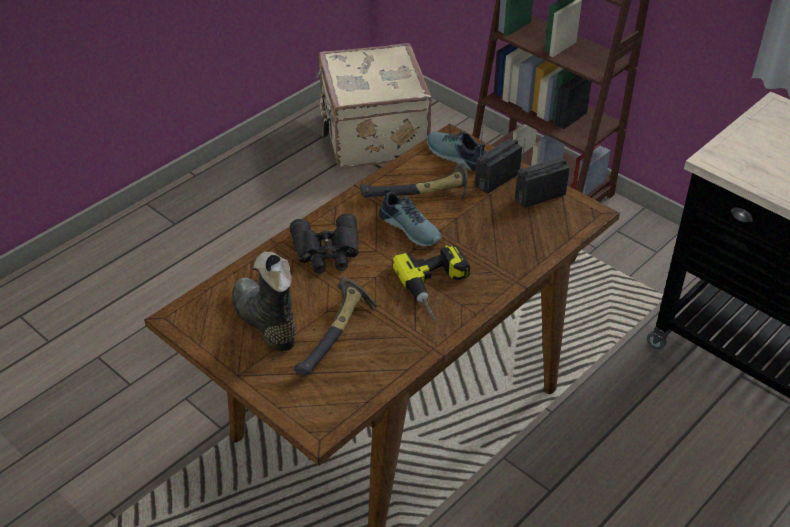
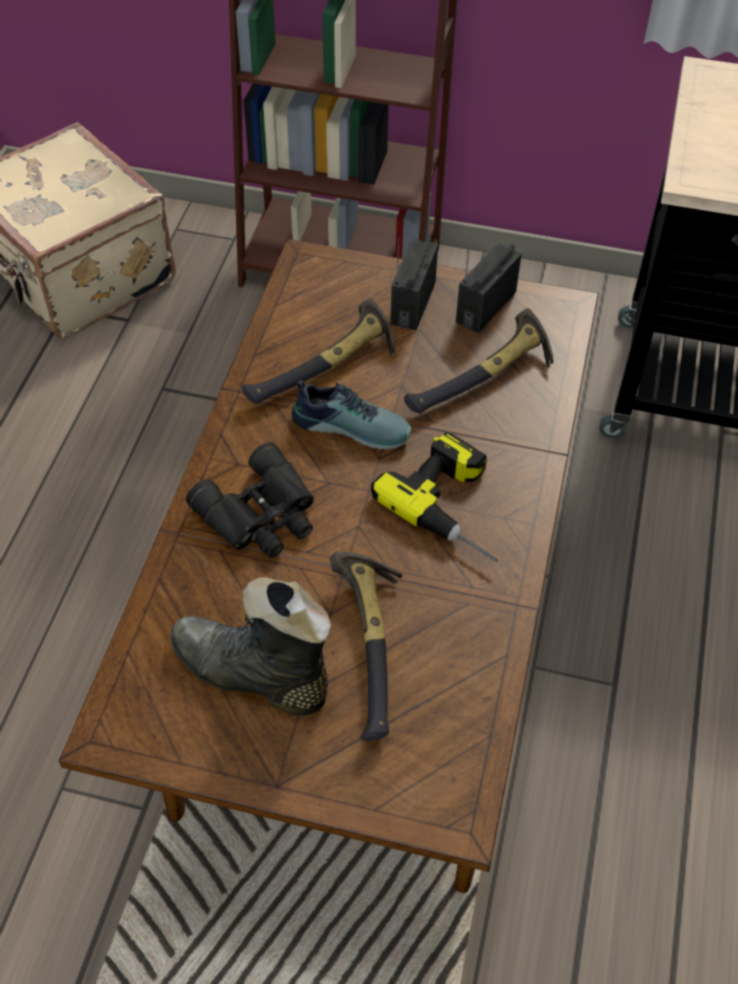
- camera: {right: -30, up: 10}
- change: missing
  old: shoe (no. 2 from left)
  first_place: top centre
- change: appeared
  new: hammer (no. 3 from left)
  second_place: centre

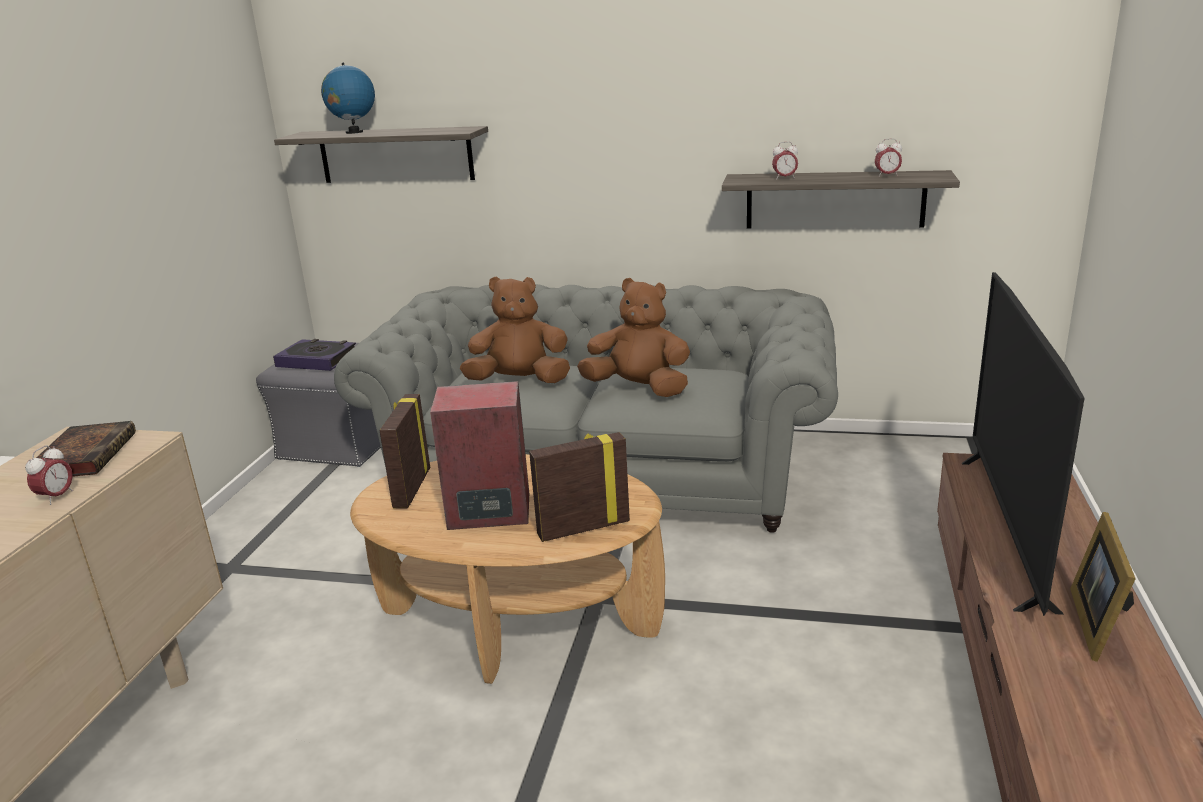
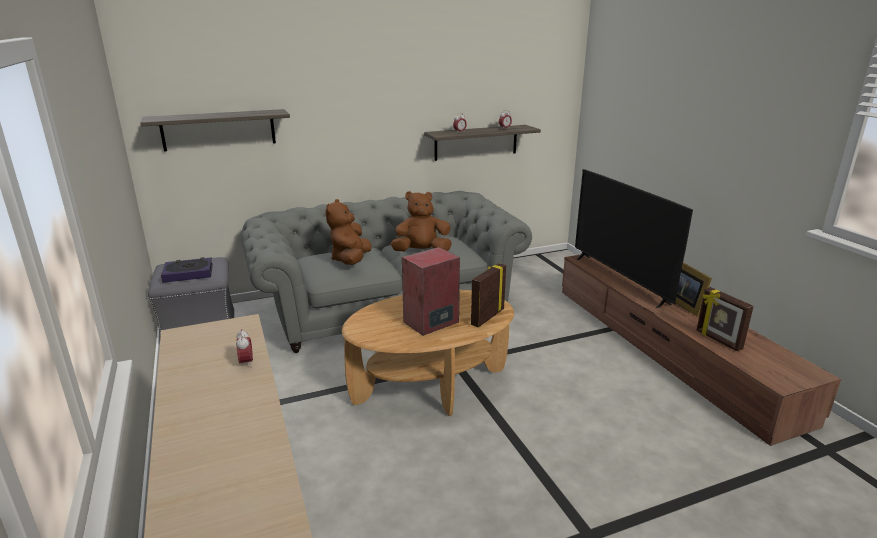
- camera: {right: -35, up: 0}
- change: missing
  old: book (no. 1 from left)
  first_place: middle left
- change: missing
  old: globe
  first_place: top left
- change: relocated
  old: picture frame (no. 1 from left in the first image)
  new: picture frame (no. 3 from left)
  first_place: centre
  second_place: middle right
- change: spun
  old: brown plush toy (no. 1 from left)
  first_place: centre
  second_place: centre
  degrees: -45

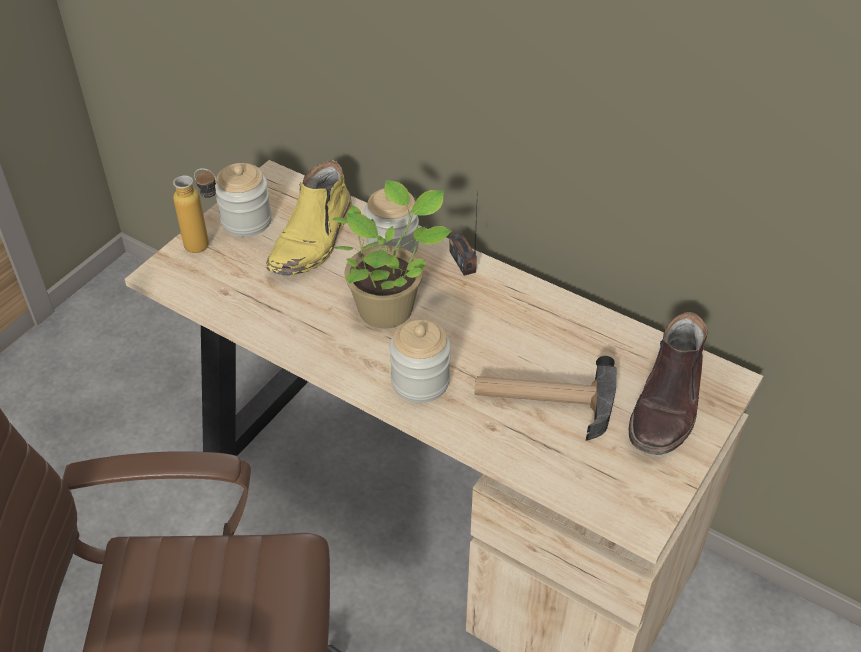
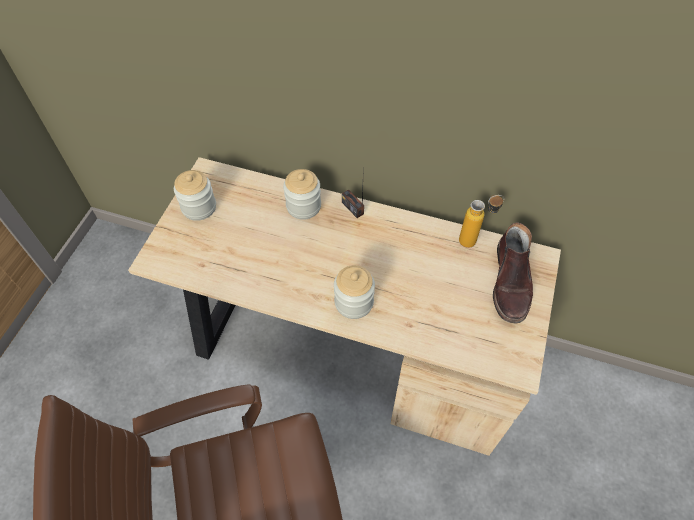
- camera: {right: -15, up: 10}
- change: relocated
  old: bottle
  first_place: top left
  second_place: middle right
- change: missing
  old: yellow boot
  first_place: top centre
- change: missing
  old: potted plant
  first_place: centre
- change: missing
  old: hammer
  first_place: centre

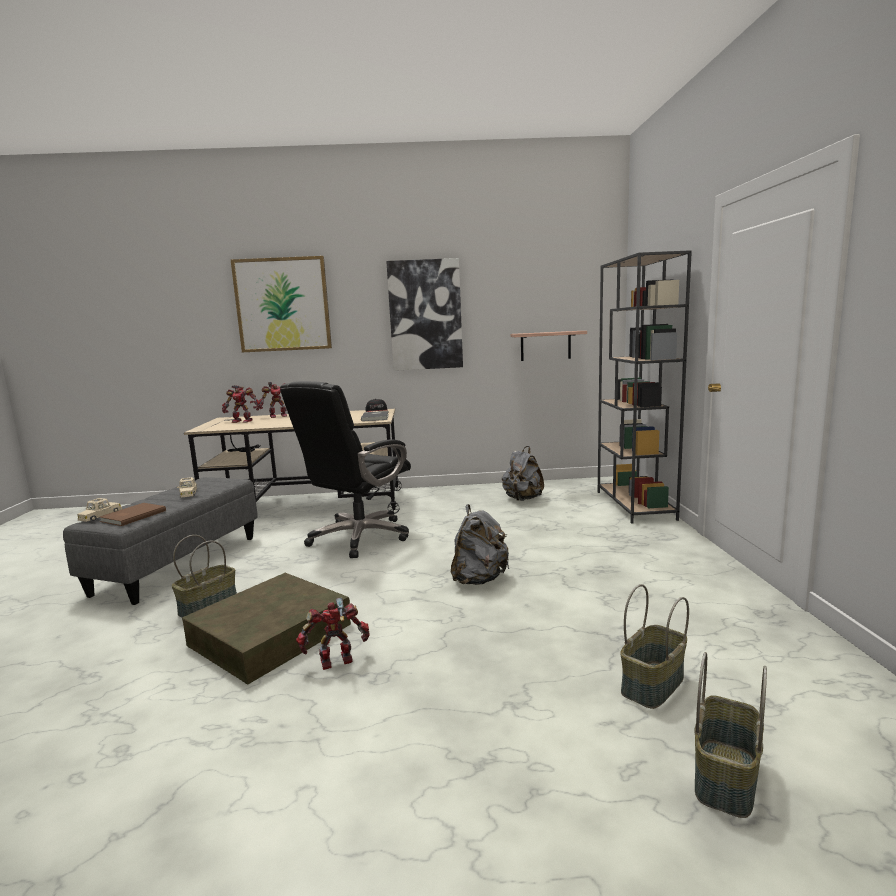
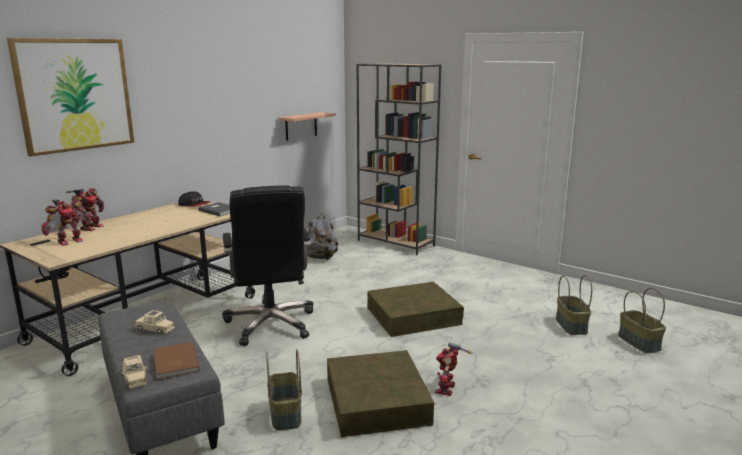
- camera: {right: -50, up: 5}
- change: missing
  old: picture (no. 2 from left)
  first_place: centre
- change: exchanged
  old: grey backpack (no. 1 from left)
  new: brown storage box (no. 2 from left)
  first_place: centre
  second_place: bottom centre

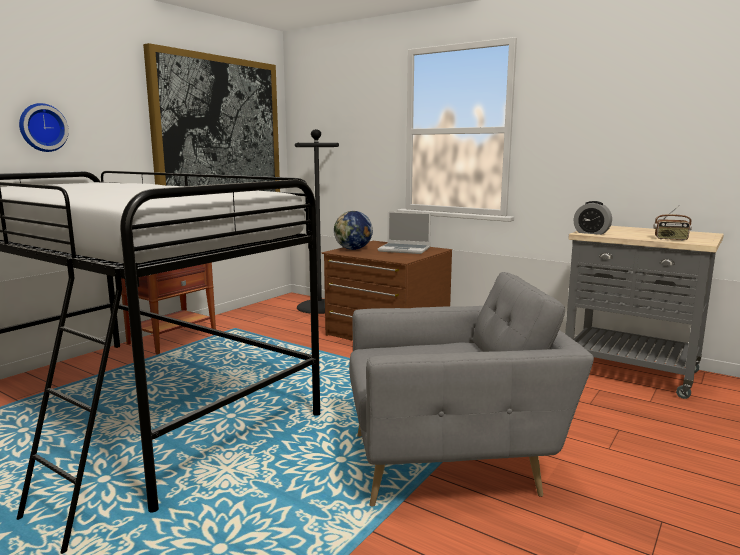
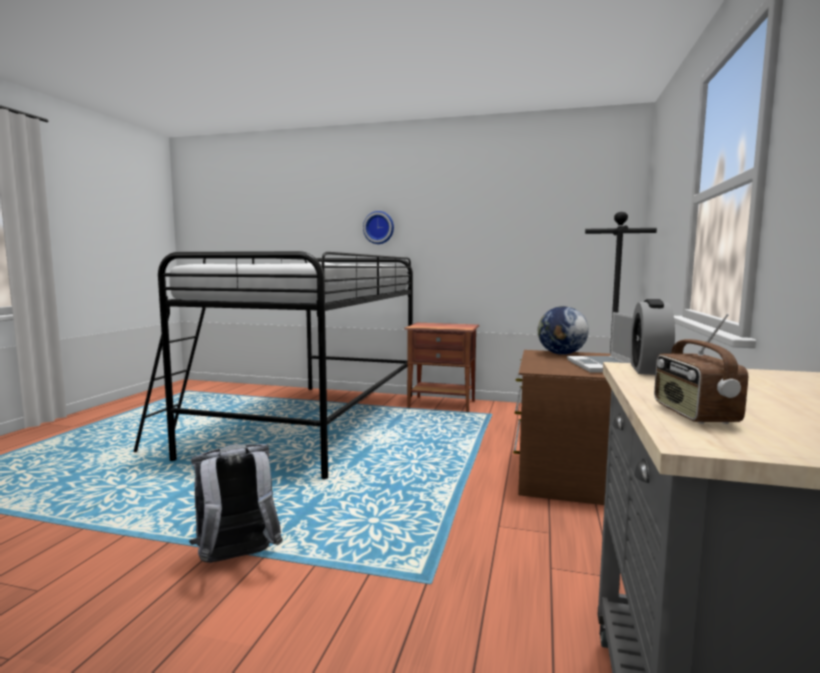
- camera: {right: 70, up: -5}
- change: missing
  old: picture
  first_place: top left
- change: exchanged
  old: grey armchair
  new: grey backpack
  first_place: bottom centre
  second_place: bottom left

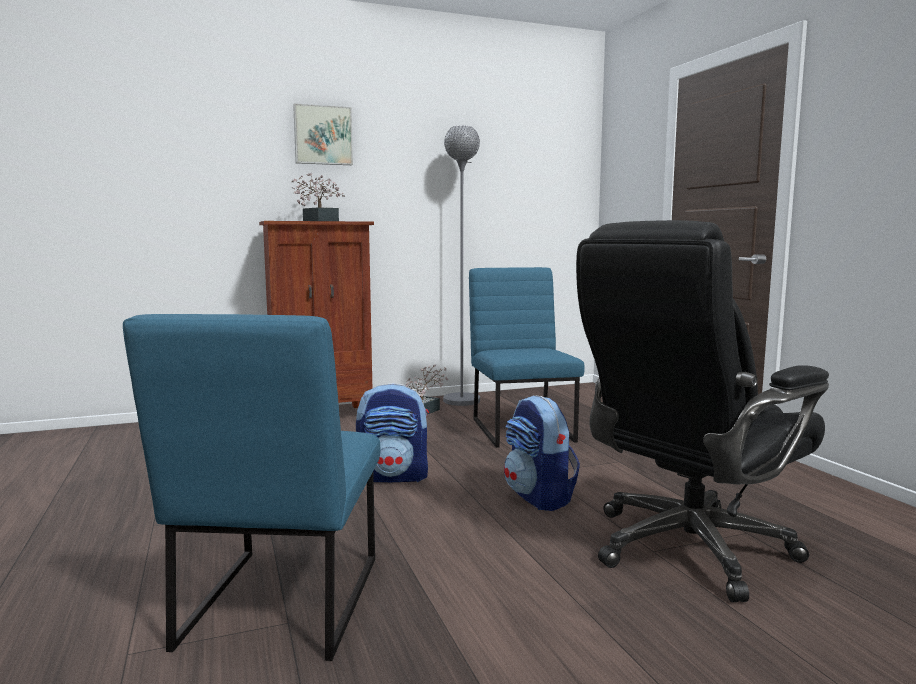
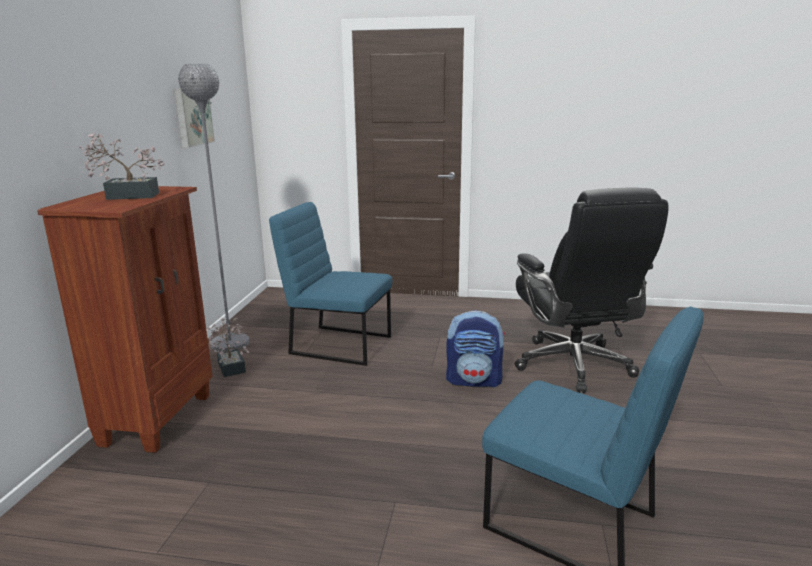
- camera: {right: -60, up: 10}
- change: relocated
  old: picture
  first_place: top centre
  second_place: top left
- change: missing
  old: backpack (no. 1 from left)
  first_place: centre

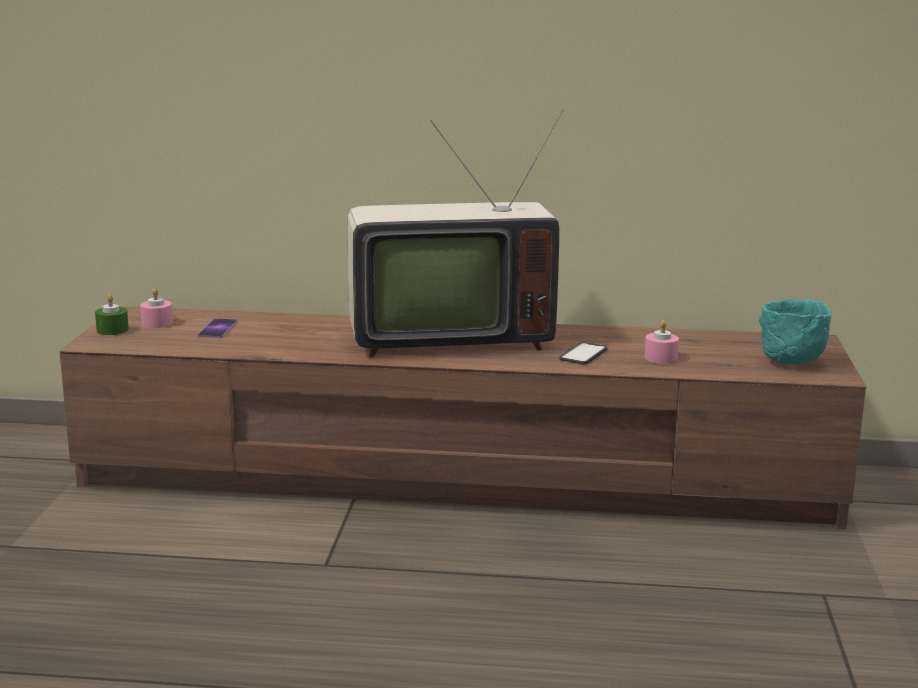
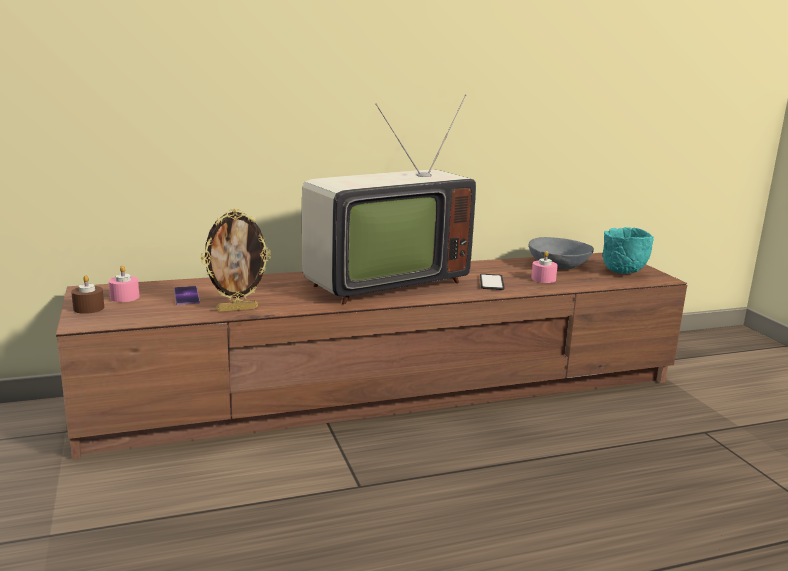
- camera: {right: -25, up: 0}
- change: colour
  old: green candle
  new: brown candle
  first_place: middle left
  second_place: middle left
- change: appeared
  new: picture frame
  second_place: middle left
- change: appeared
  new: grey bowl
  second_place: middle right

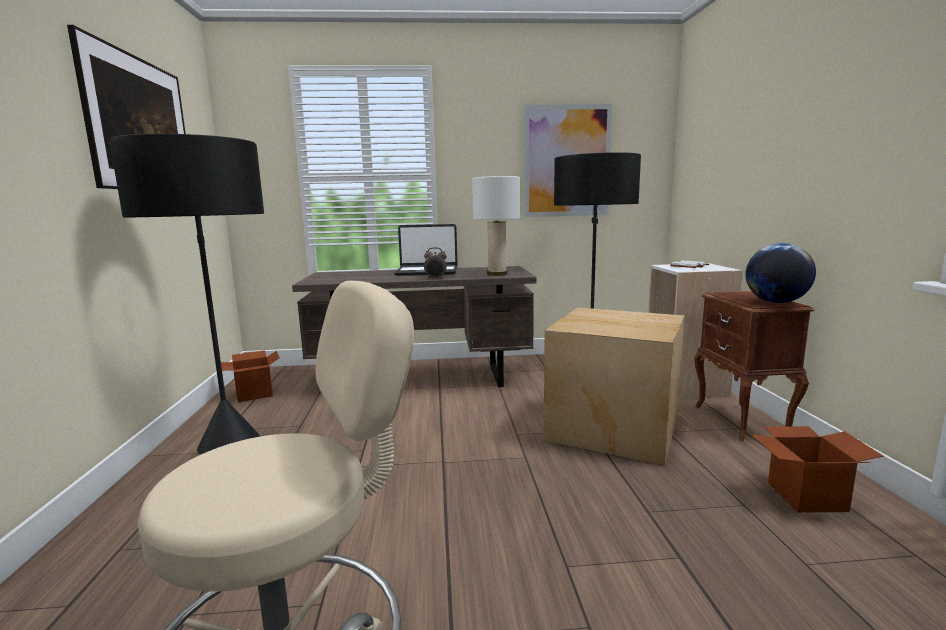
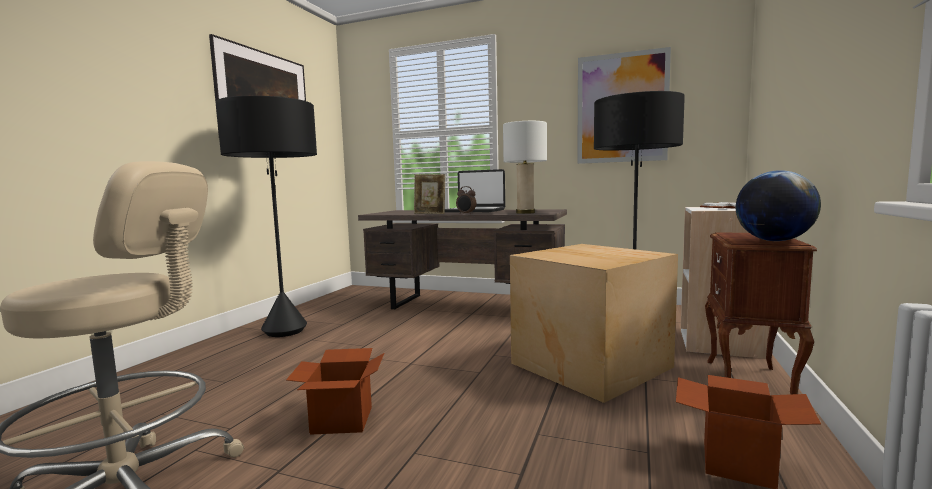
- camera: {right: 25, up: -5}
- change: relocated
  old: cardboard box (no. 1 from left)
  first_place: middle left
  second_place: bottom centre
- change: appeared
  new: picture frame
  second_place: centre

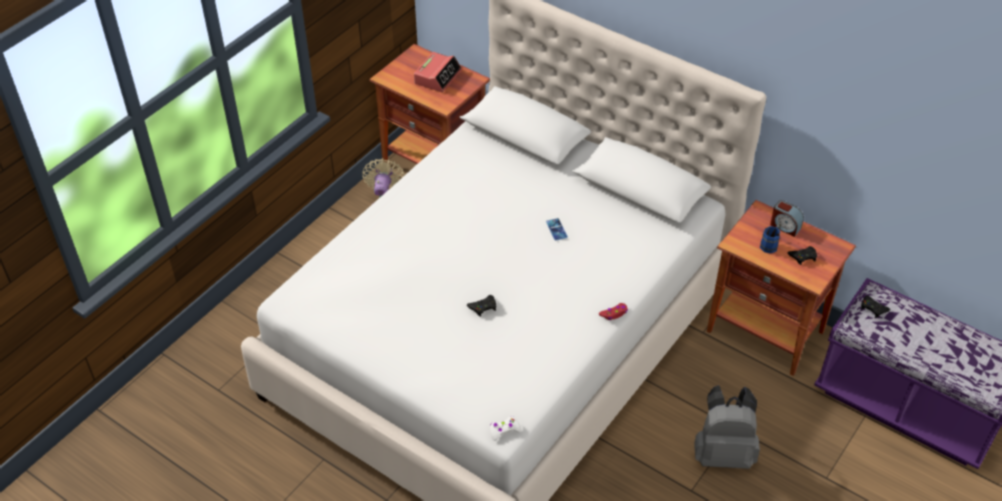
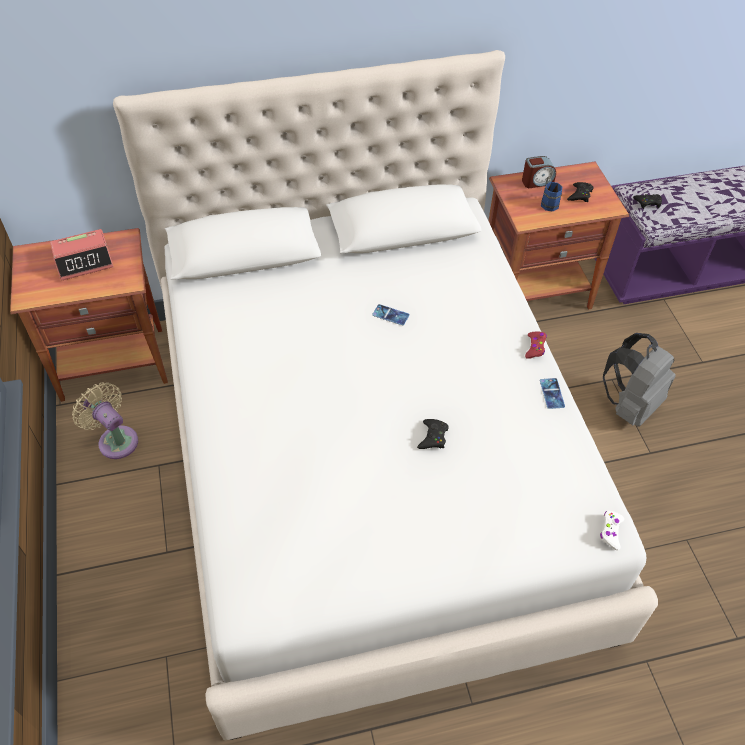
- camera: {right: -50, up: 5}
- change: spun
  old: alarm clock (no. 1 from left)
  first_place: top centre
  second_place: middle left
  degrees: 90
- change: appeared
  new: phone (no. 2 from left)
  second_place: middle right

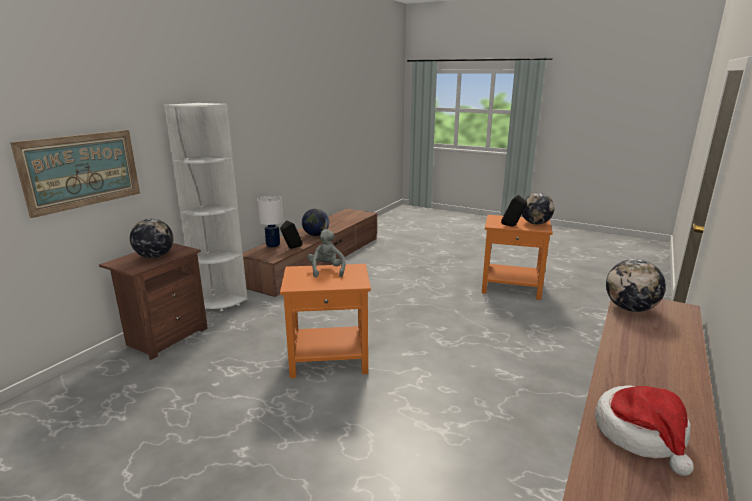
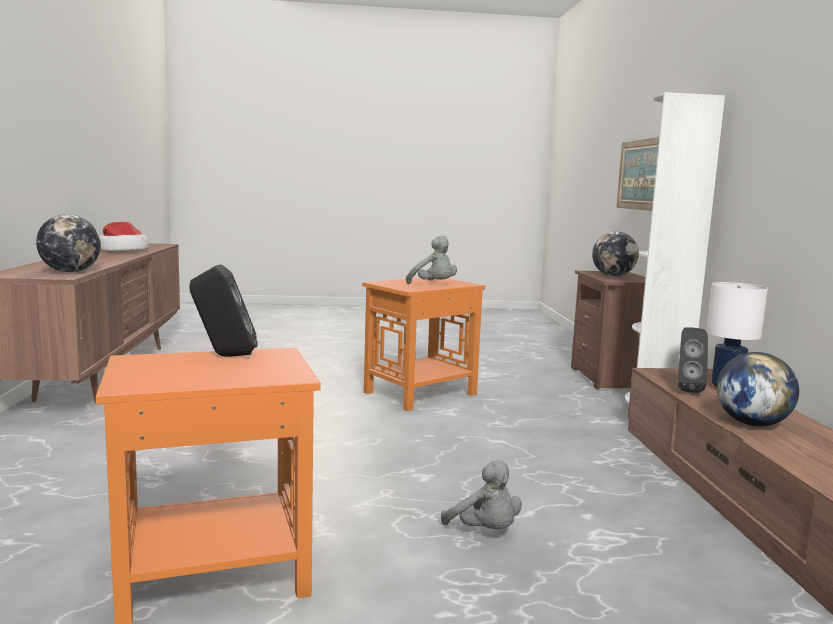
- camera: {right: 145, up: -10}
- change: missing
  old: globe (no. 3 from left)
  first_place: middle right
- change: appeared
  new: grey plush toy (no. 2 from left)
  second_place: bottom centre

